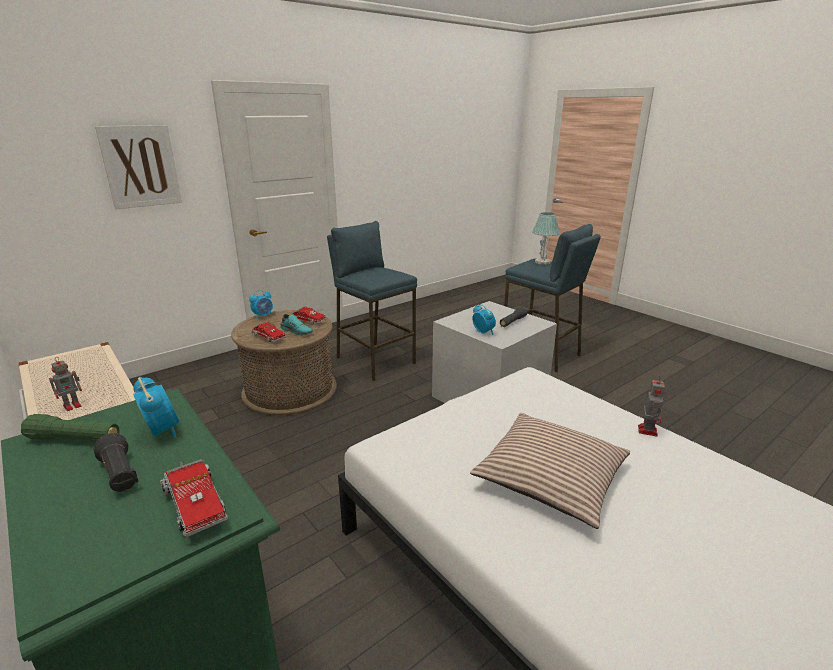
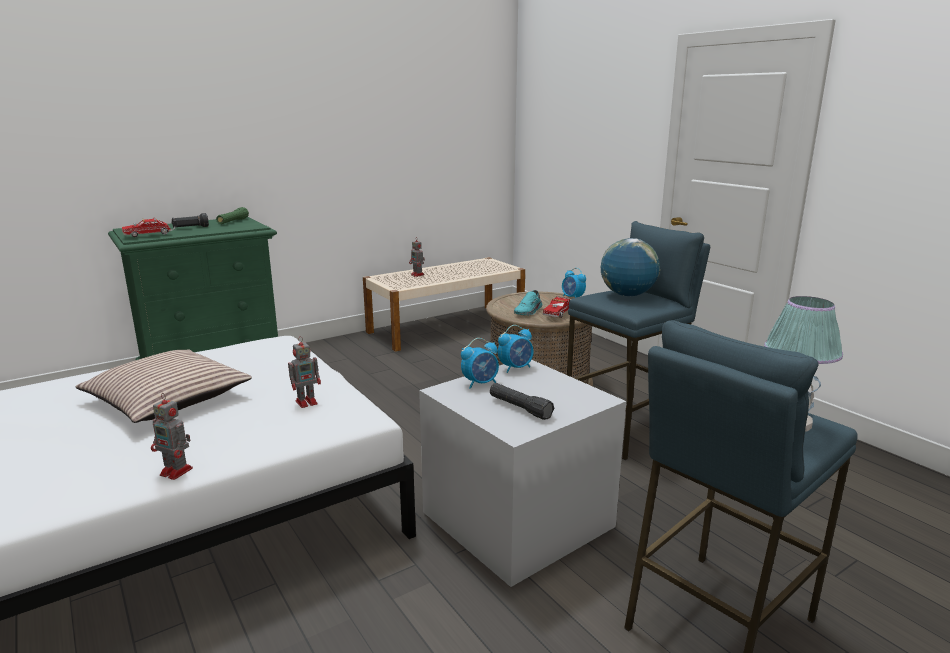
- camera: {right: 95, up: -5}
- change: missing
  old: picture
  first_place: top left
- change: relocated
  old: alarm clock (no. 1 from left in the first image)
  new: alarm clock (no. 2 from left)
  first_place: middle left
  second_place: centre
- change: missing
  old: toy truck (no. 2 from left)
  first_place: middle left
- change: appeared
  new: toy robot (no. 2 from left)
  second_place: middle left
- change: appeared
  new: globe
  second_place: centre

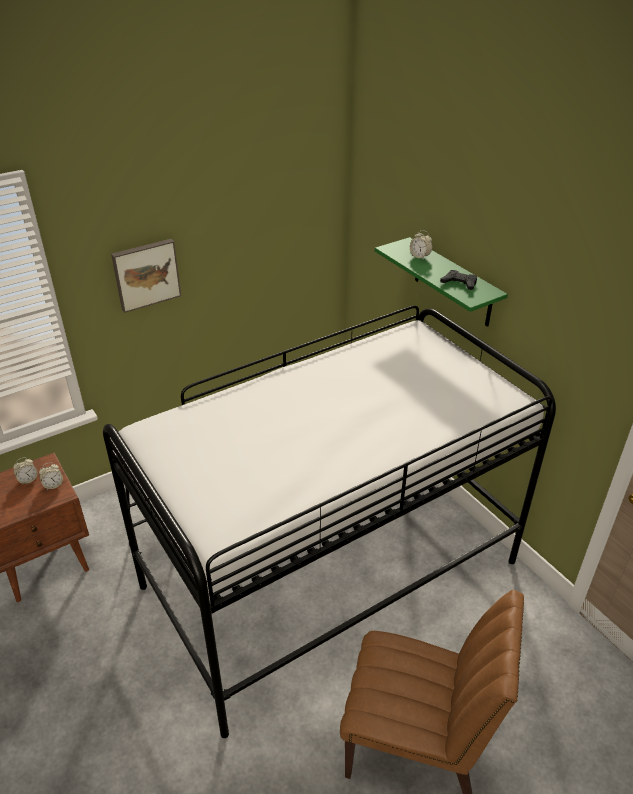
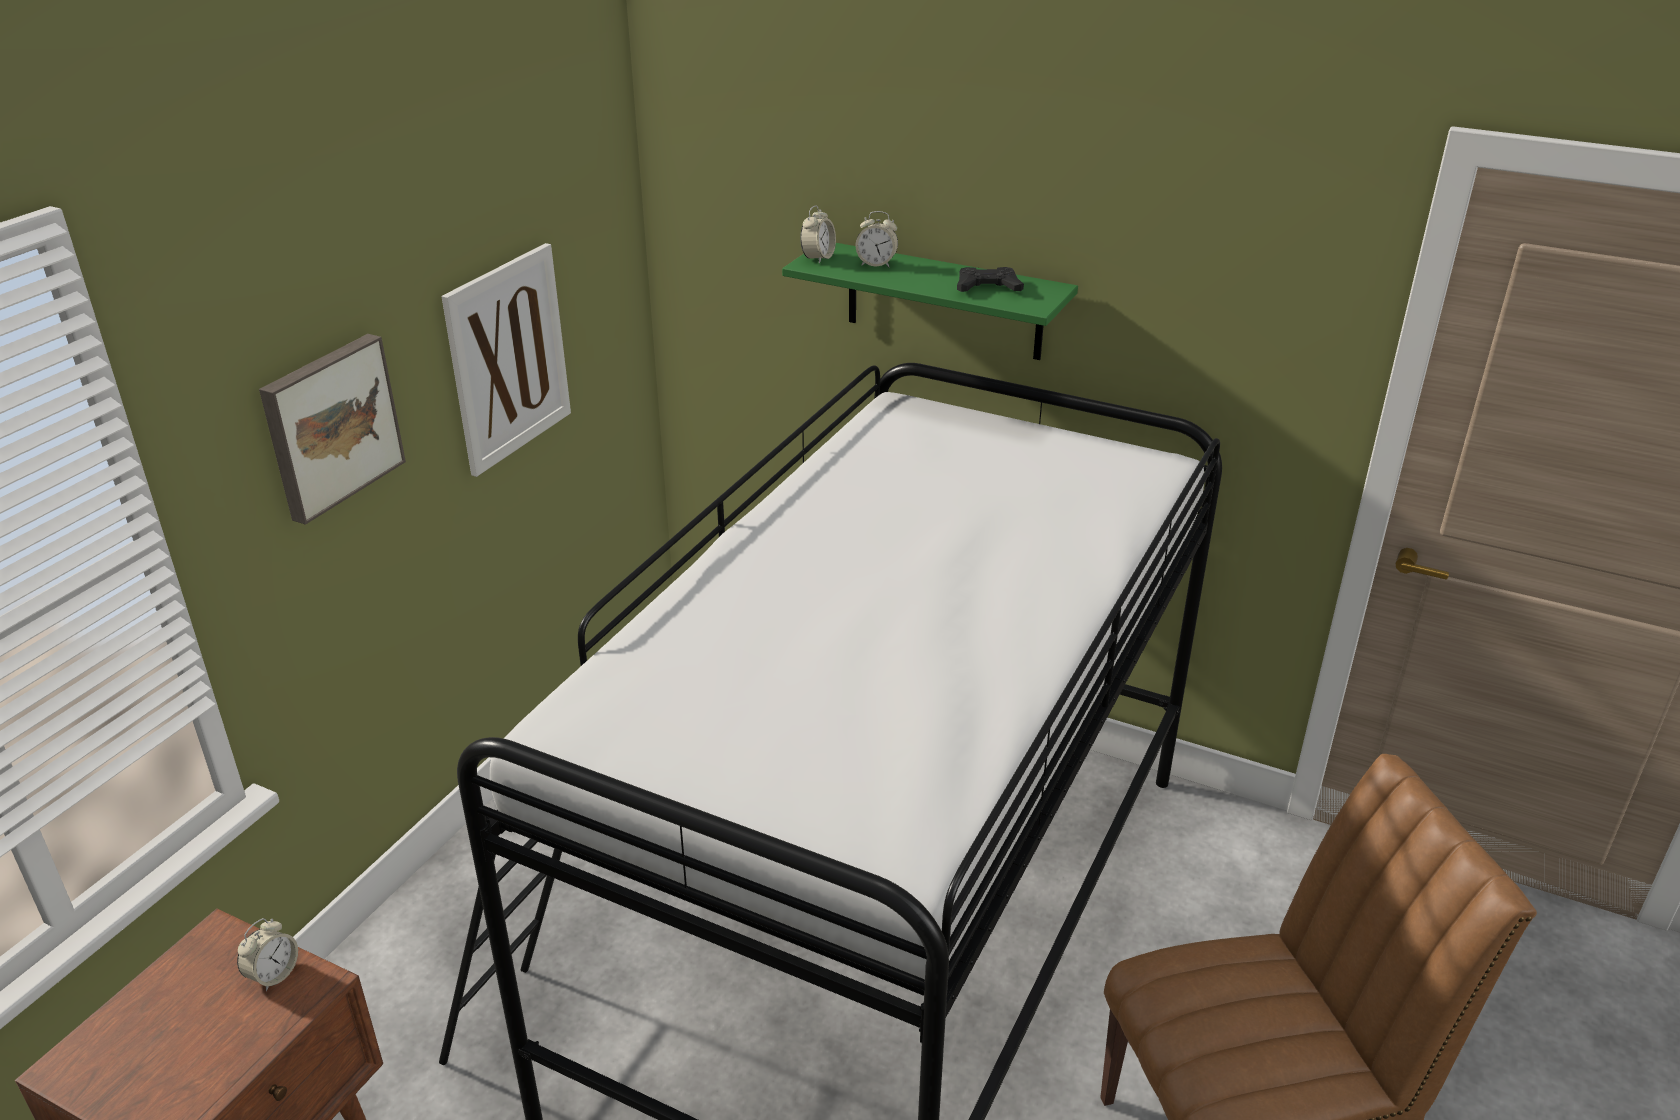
- camera: {right: -30, up: -5}
- change: relocated
  old: alarm clock (no. 1 from left in the first image)
  new: alarm clock (no. 2 from left)
  first_place: middle left
  second_place: top centre
- change: appeared
  new: picture (no. 2 from left)
  second_place: top left

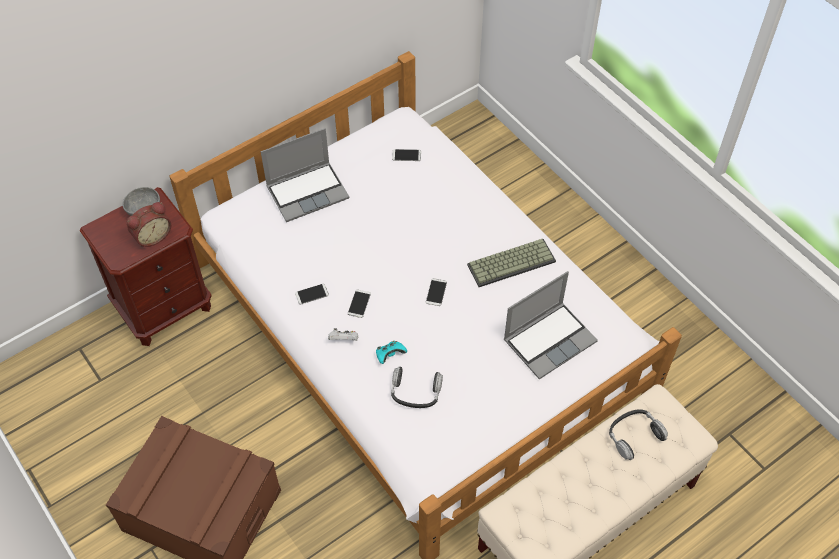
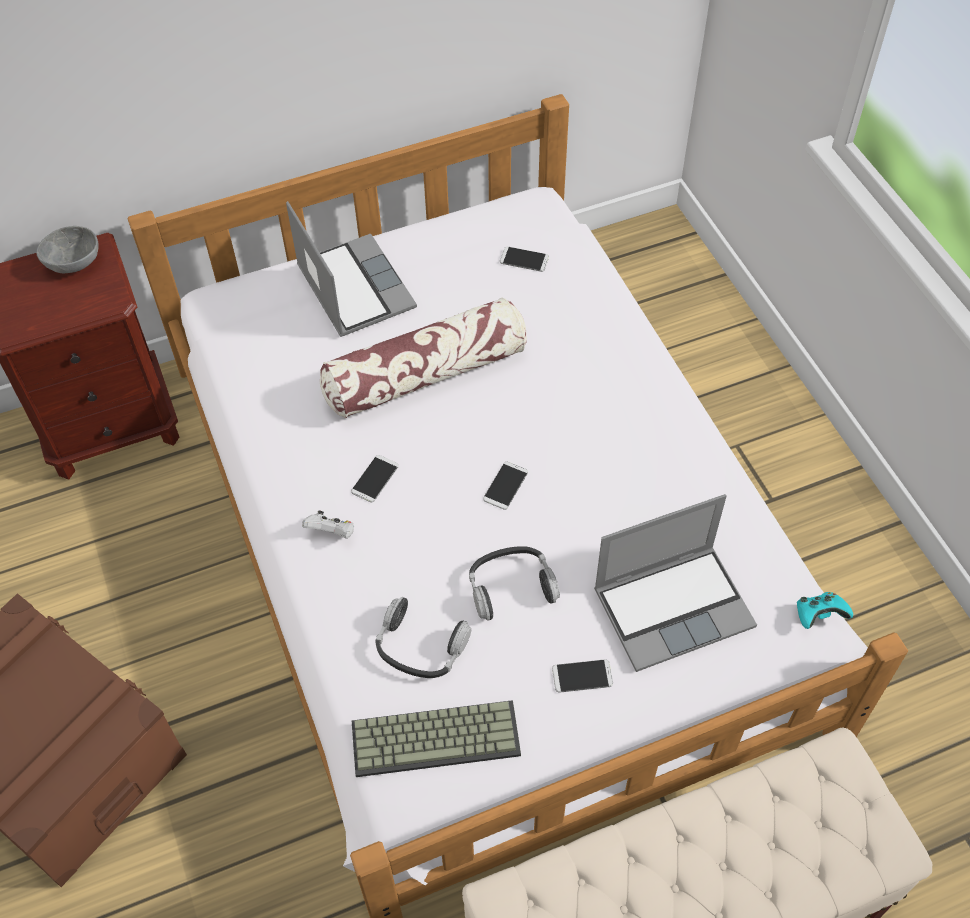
- camera: {right: 15, up: 0}
- change: missing
  old: alarm clock
  first_place: middle left
- change: spun
  old: laptop (no. 1 from left)
  first_place: top centre
  second_place: top centre
  degrees: -105
- change: relocated
  old: phone (no. 1 from left in the first image)
  new: phone (no. 4 from left)
  first_place: centre
  second_place: bottom centre
- change: relocated
  old: turquoise game controller
  first_place: centre
  second_place: middle right
- change: relocated
  old: keyboard
  first_place: centre
  second_place: bottom centre
- change: relocated
  old: headphones (no. 2 from left)
  first_place: bottom right
  second_place: centre
- change: appeared
  new: pillow
  second_place: centre

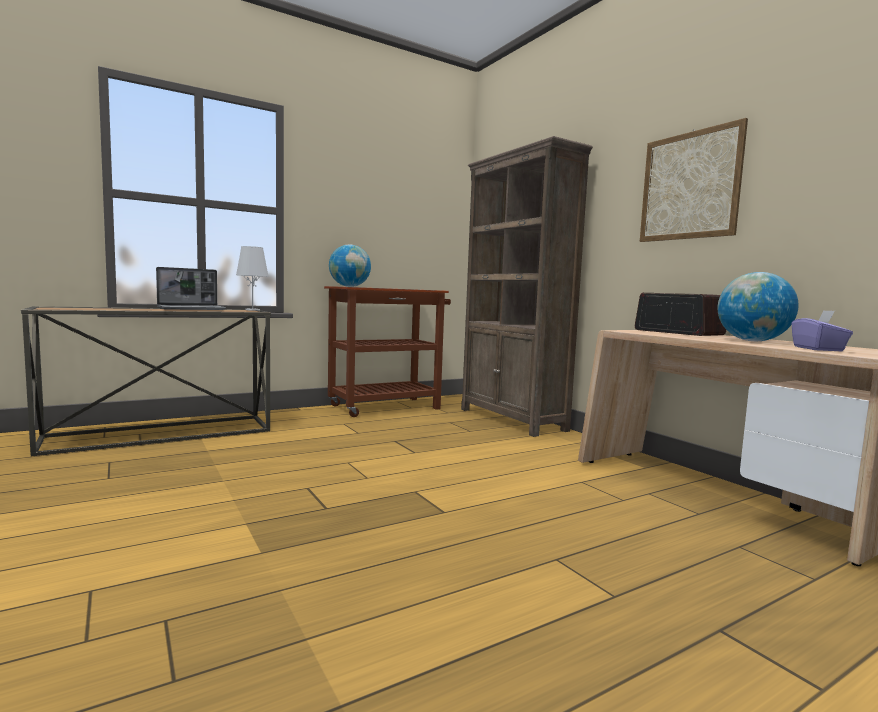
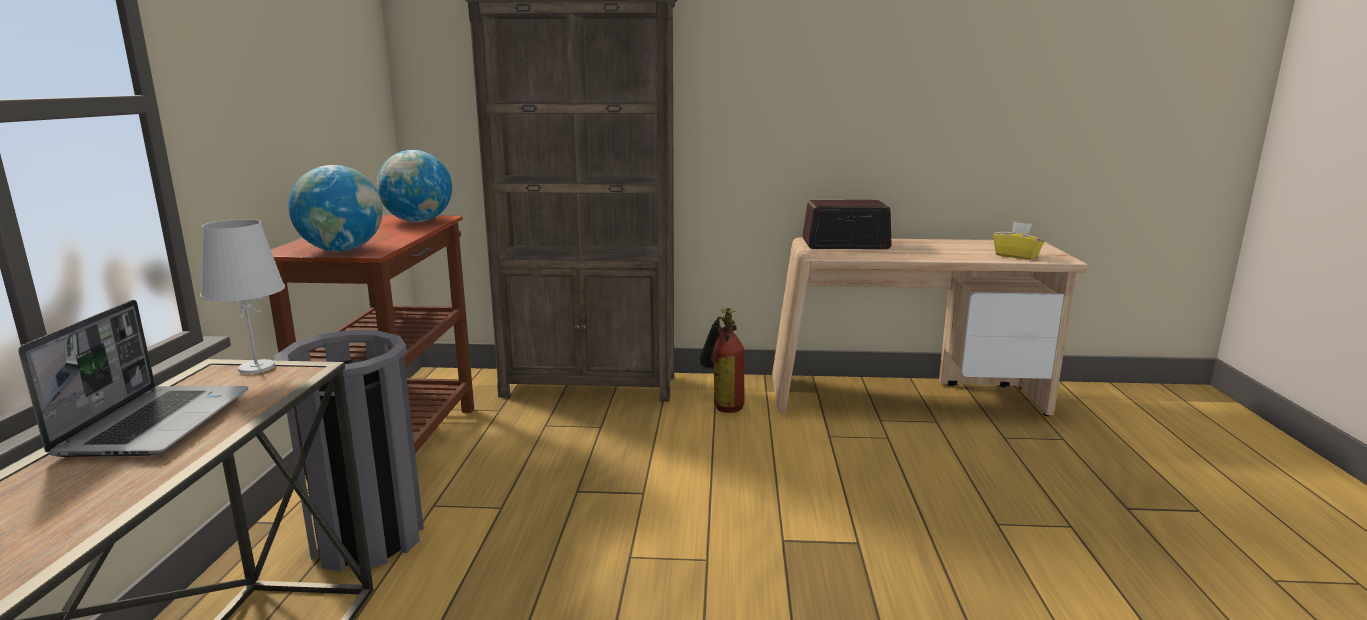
- camera: {right: -55, up: 10}
- change: missing
  old: picture
  first_place: top right
- change: relocated
  old: globe (no. 2 from left)
  first_place: middle right
  second_place: top left
- change: colour
  old: purple tissue box
  new: yellow tissue box
  first_place: middle right
  second_place: middle right
- change: appeared
  new: grey trash can
  second_place: bottom left
- change: appeared
  new: fire extinguisher
  second_place: centre

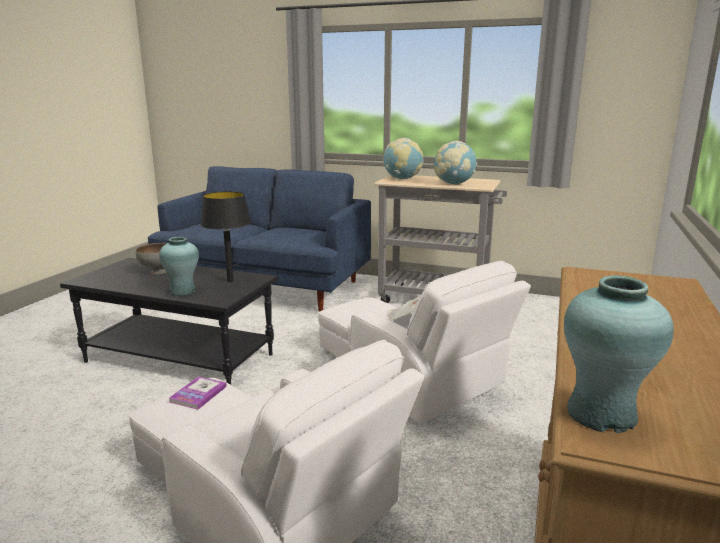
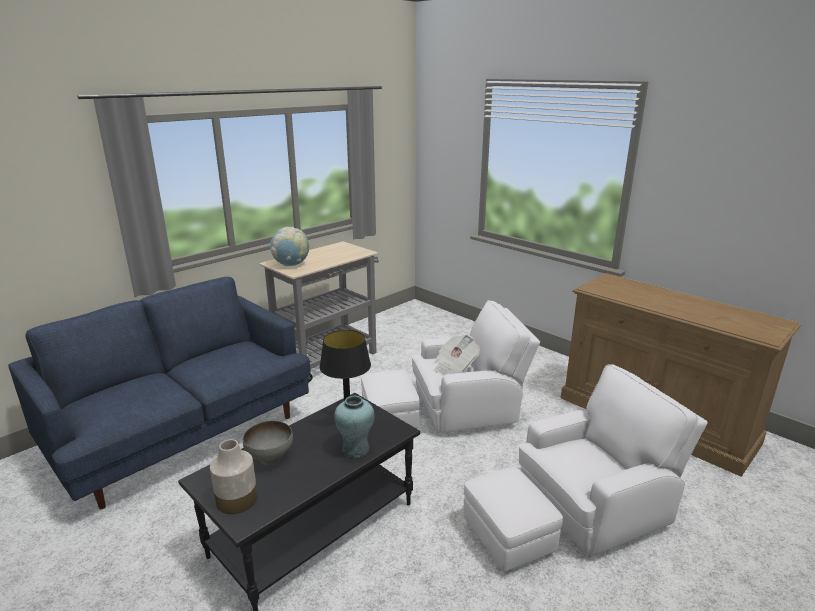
- camera: {right: -65, up: 5}
- change: missing
  old: book
  first_place: bottom left
- change: missing
  old: globe (no. 2 from left)
  first_place: top centre
- change: missing
  old: turquoise vase (no. 2 from left)
  first_place: middle right
- change: appeared
  new: beige vase
  second_place: bottom left

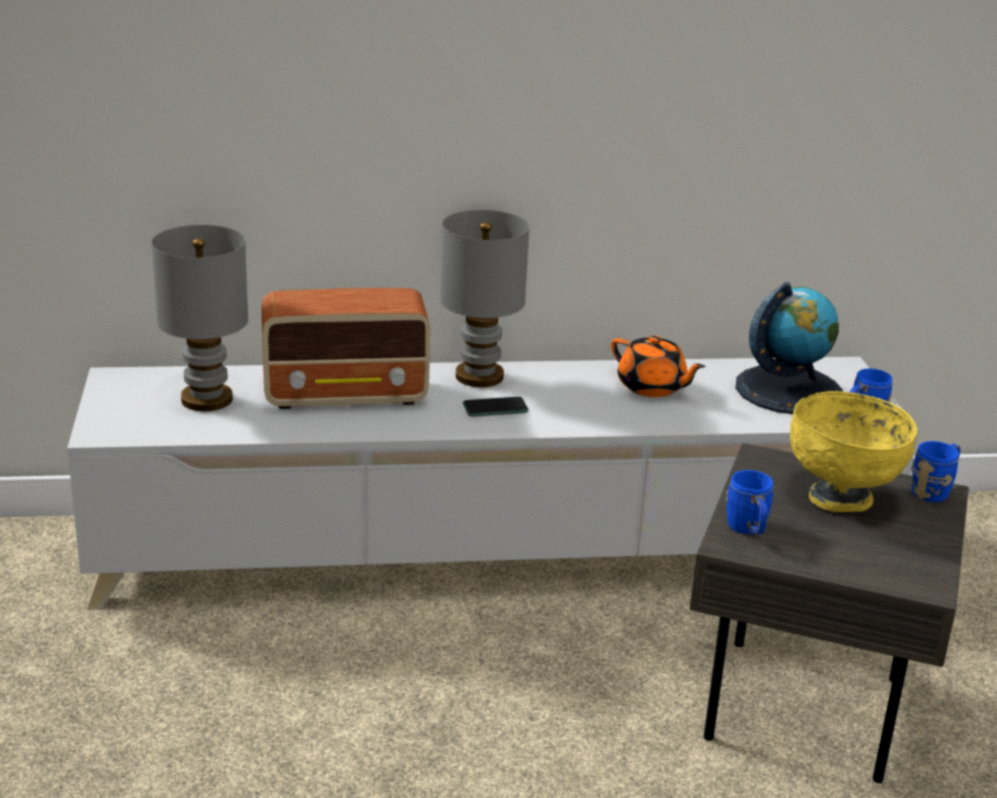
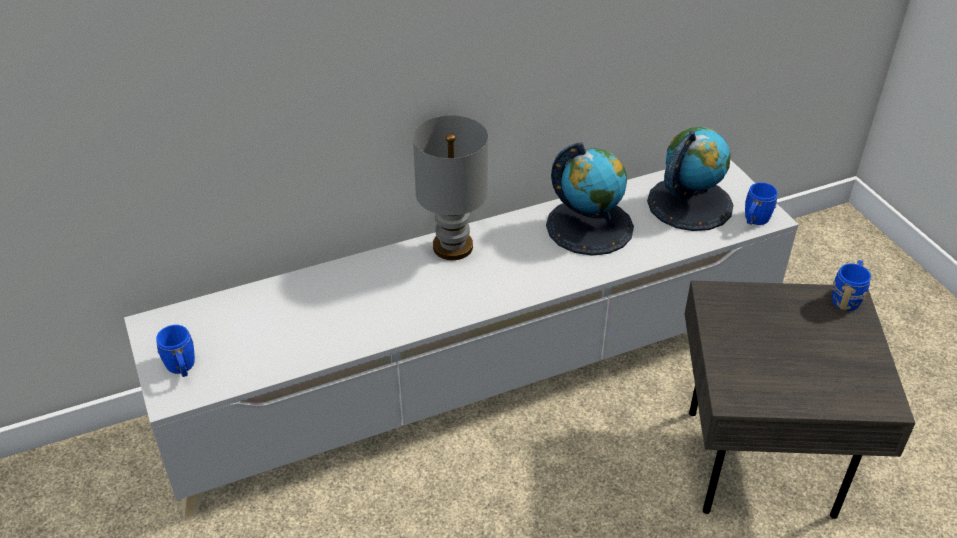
- camera: {right: -15, up: 15}
- change: missing
  old: grey table lamp (no. 1 from left)
  first_place: middle left
- change: missing
  old: radio
  first_place: centre
- change: missing
  old: phone
  first_place: centre
- change: exchanged
  old: orange teapot
  new: globe (no. 1 from left)
  first_place: centre
  second_place: centre
- change: relocated
  old: blue mug (no. 1 from left)
  first_place: middle right
  second_place: middle left
- change: missing
  old: yellow bowl
  first_place: middle right

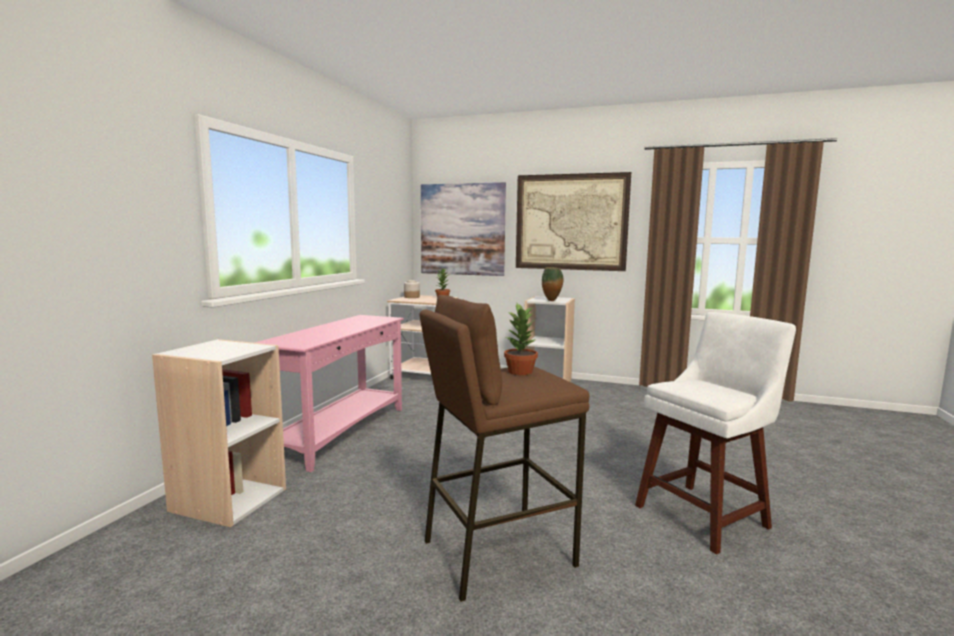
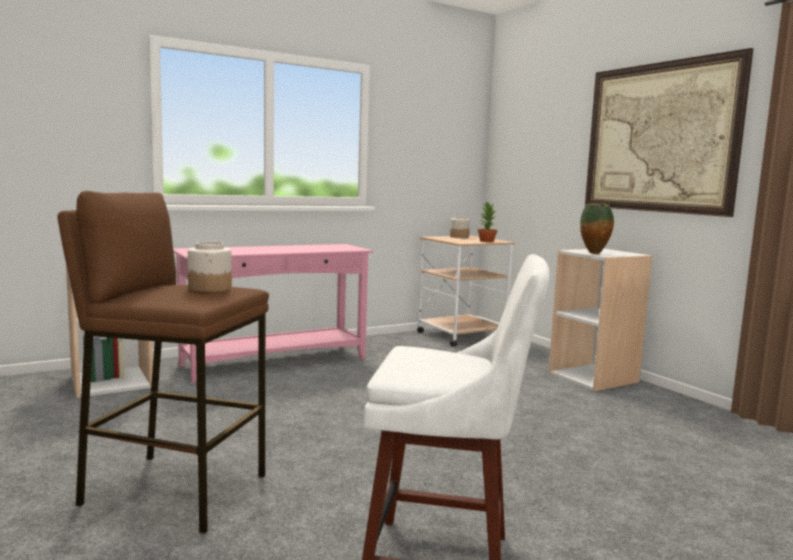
- camera: {right: 40, up: 0}
- change: missing
  old: picture (no. 1 from left)
  first_place: centre
- change: exchanged
  old: potted plant (no. 2 from left)
  new: jar (no. 1 from left)
  first_place: centre
  second_place: middle left

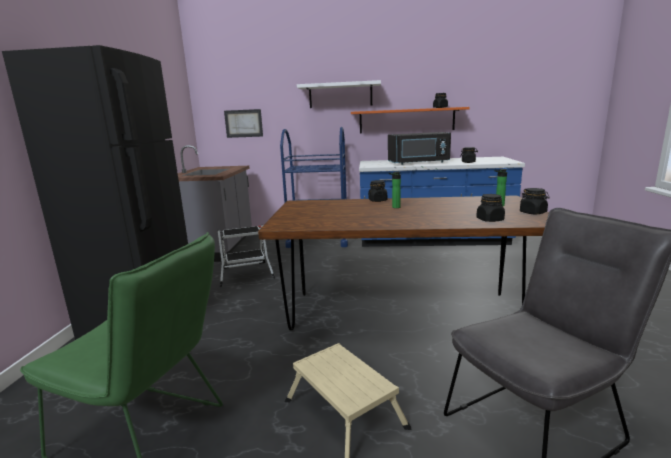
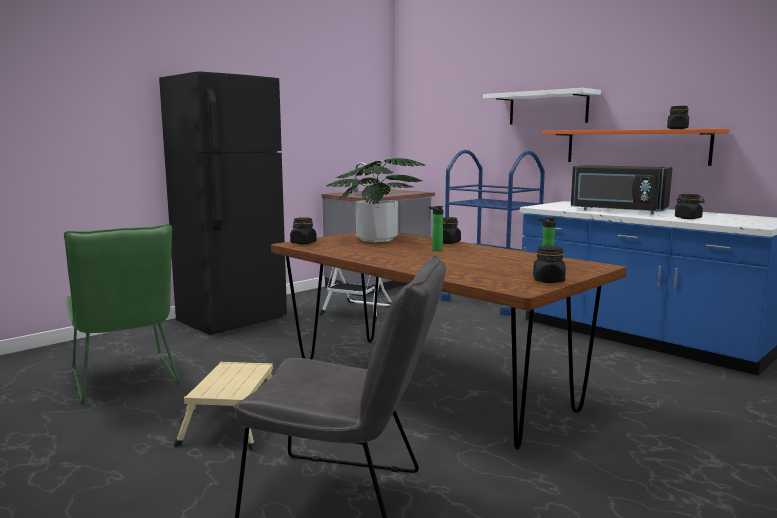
- camera: {right: 40, up: -5}
- change: missing
  old: picture
  first_place: top centre
- change: relocated
  old: black jar (no. 4 from left in the first image)
  new: black jar (no. 1 from left)
  first_place: middle right
  second_place: centre
- change: appeared
  new: potted plant
  second_place: centre

